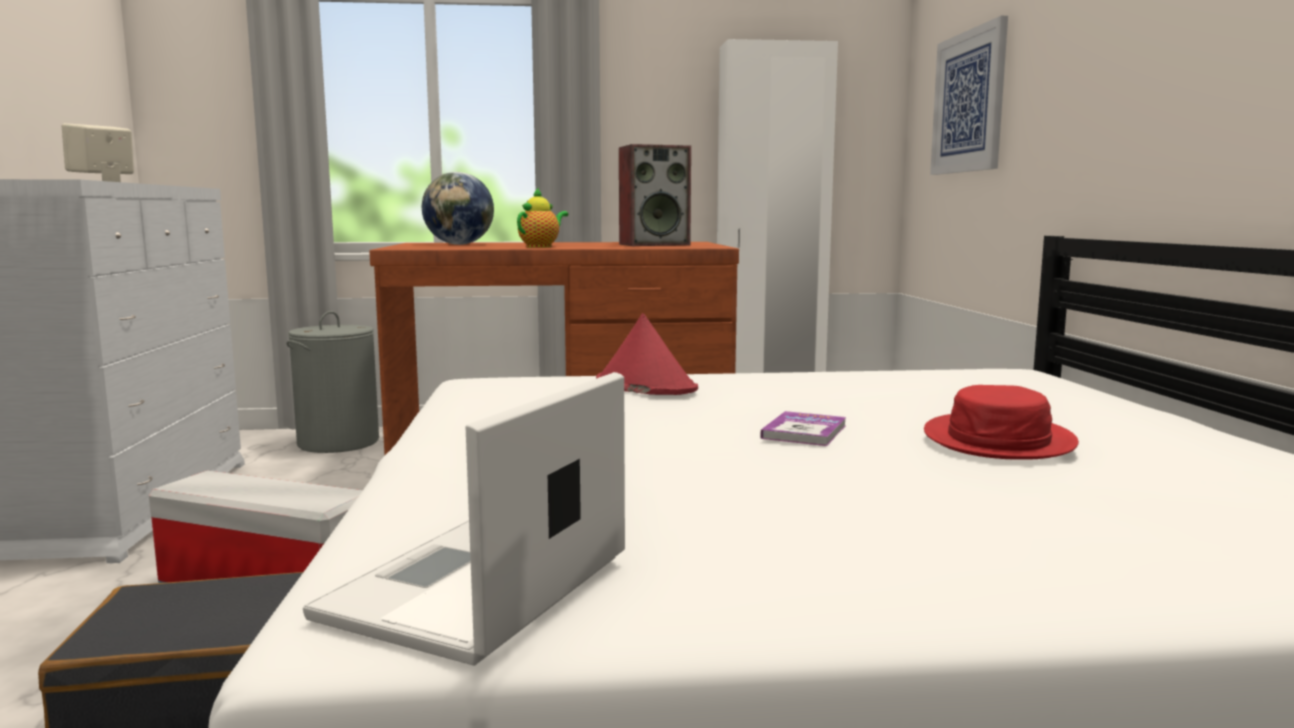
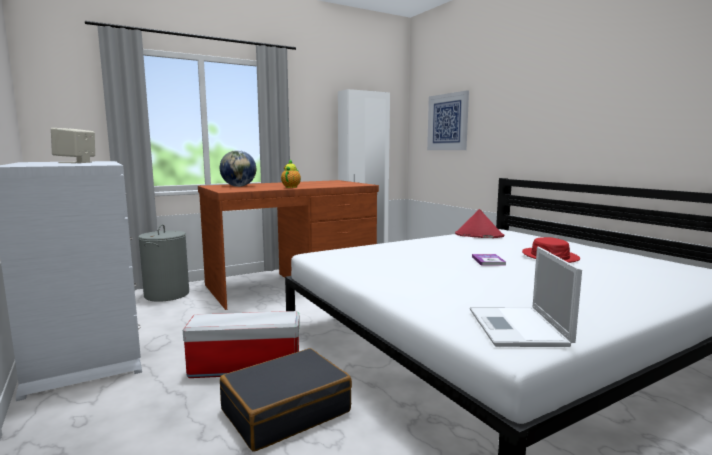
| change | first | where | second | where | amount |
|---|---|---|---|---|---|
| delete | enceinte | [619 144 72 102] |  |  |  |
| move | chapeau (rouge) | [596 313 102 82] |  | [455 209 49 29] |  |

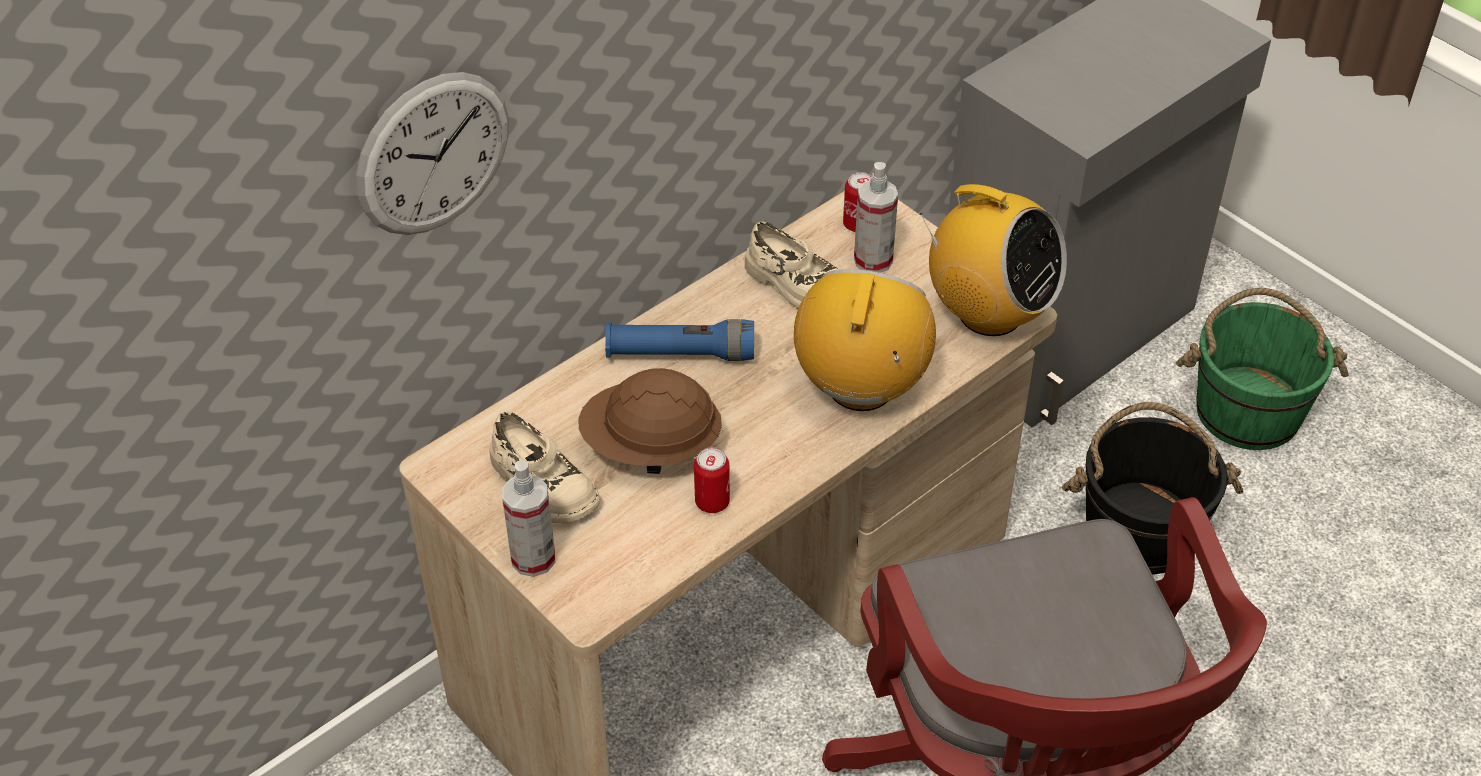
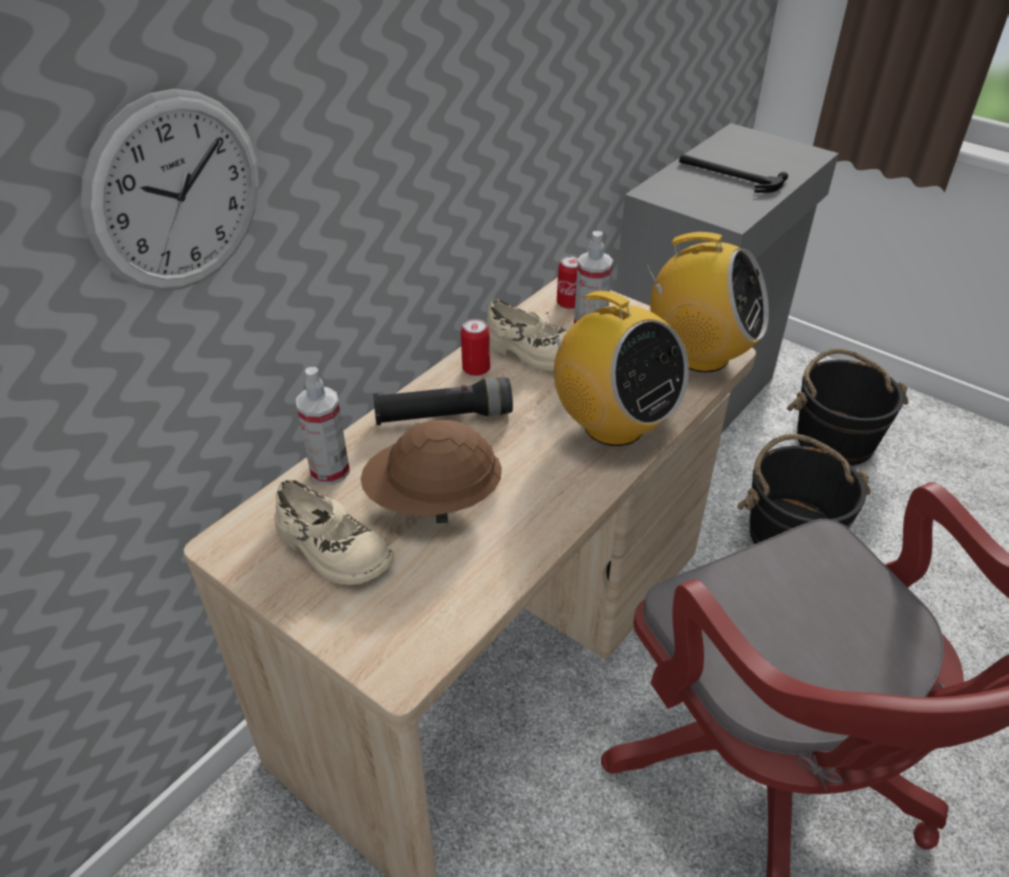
| change | first | where | second | where | amount |
|---|---|---|---|---|---|
| insert |  |  | marteau | [679 154 109 39] |  |
| move | vaporisateur | [502 460 53 117] |  | [296 367 54 118] |  |
| move | boîte métallique | [694 447 36 66] |  | [461 318 29 58] |  |
| recolor | lampe de poche (bleu) | [605 319 149 42] | lampe de poche (noir) | [373 377 140 48] |  |
| recolor | seau (vert) | [1176 288 172 162] | seau (noir) | [786 348 122 118] |  |
| rotate | radio | [794 269 142 142] |  | [546 291 143 155] | 135 degrees clockwise |

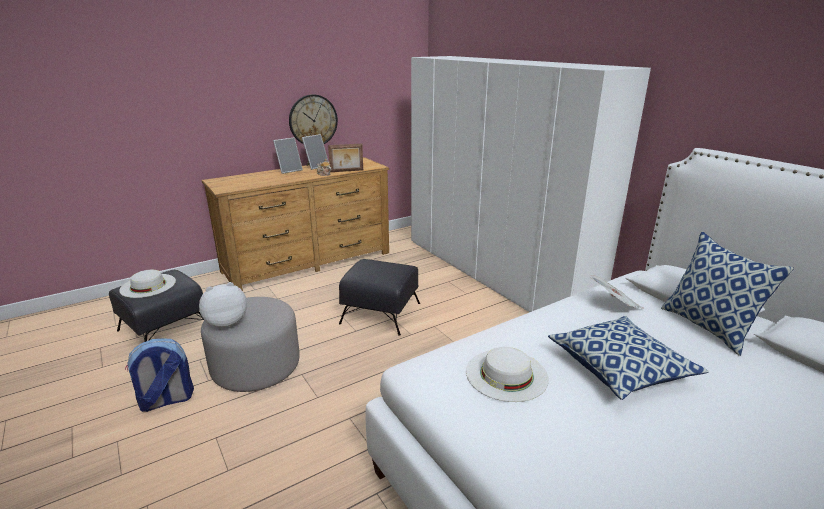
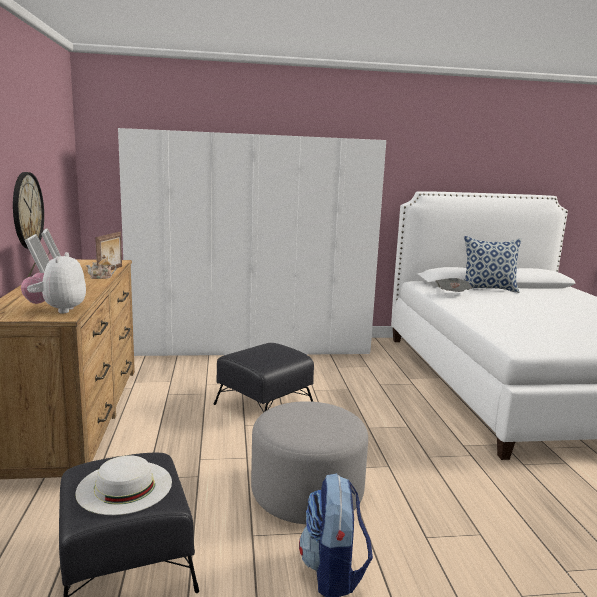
| change | first | where | second | where | amount |
|---|---|---|---|---|---|
| delete | chapeau (blanc) | [466 347 83 55] |  |  |  |
| delete | coussin | [548 316 161 84] |  |  |  |
| move | peluche | [199 282 48 47] |  | [21 252 65 62] |  |

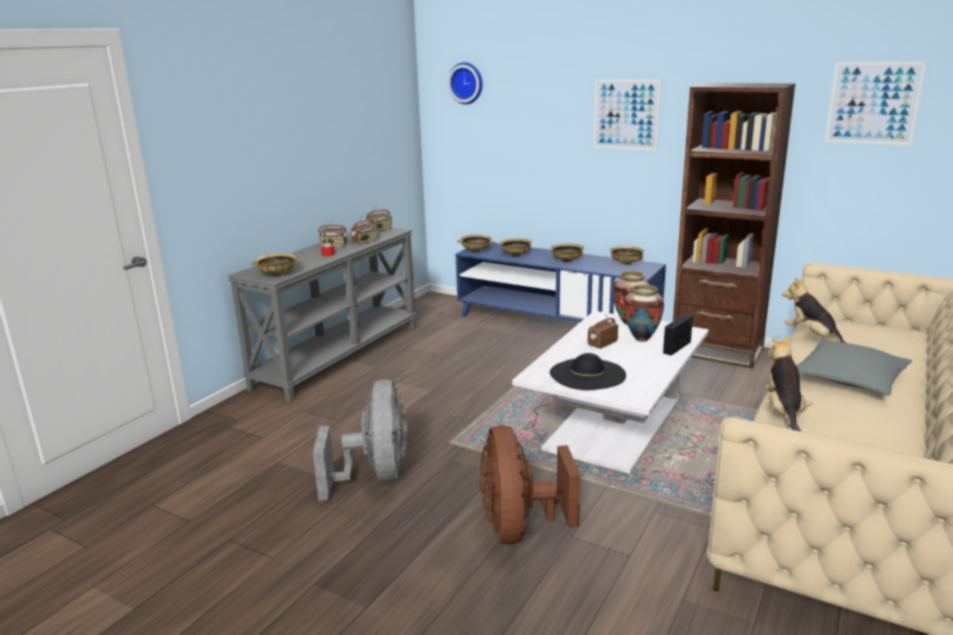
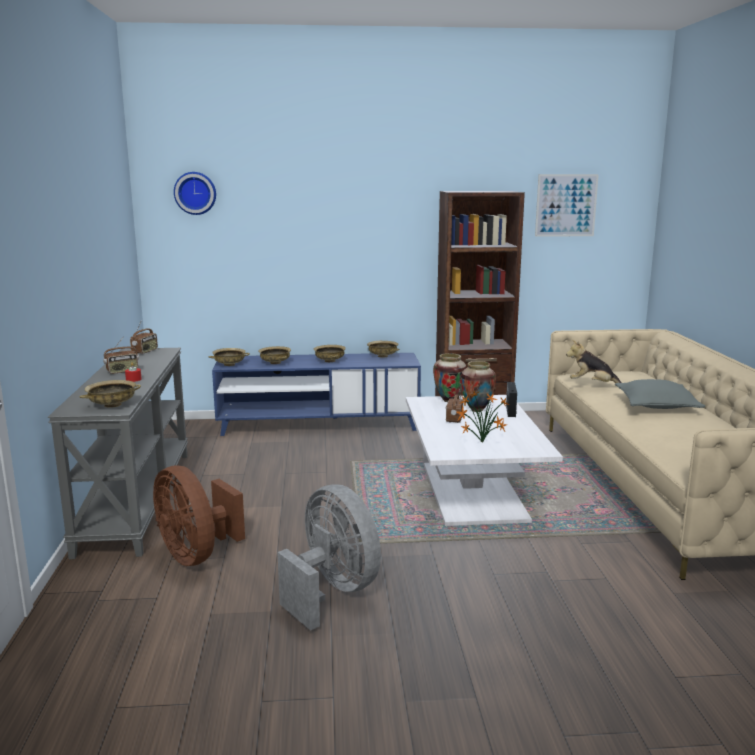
| change | first | where | second | where | amount |
|---|---|---|---|---|---|
| delete | radio | [351 212 27 32] |  |  |  |
| delete | tableau | [594 79 68 71] |  |  |  |
| delete | peluche | [766 336 46 95] |  |  |  |
| move | ventilateur (marron) | [480 425 100 119] |  | [153 465 92 101] |  |
| replace | chapeau (noir) | [550 353 76 37] | plante en pot | [457 391 52 51] |  |

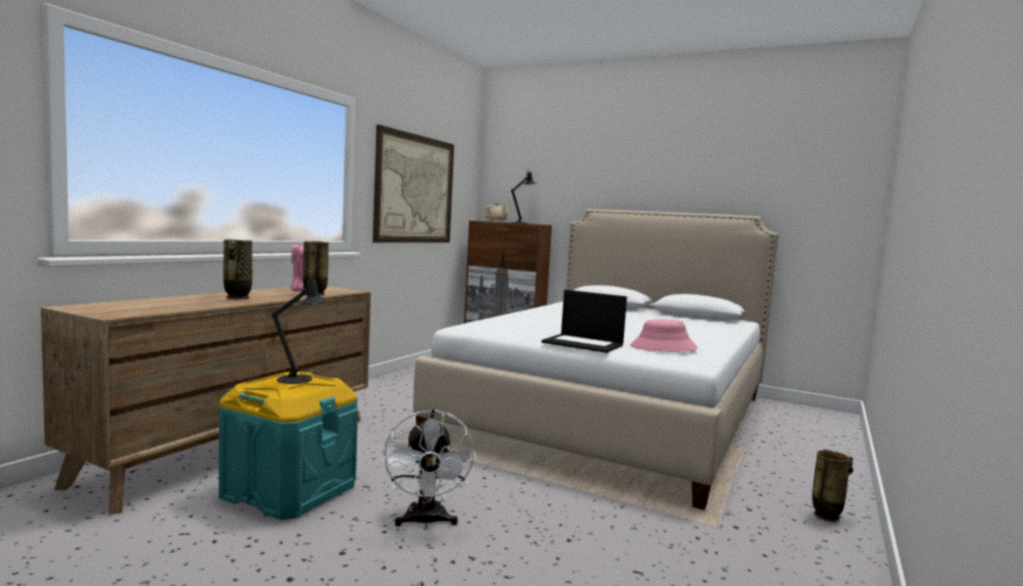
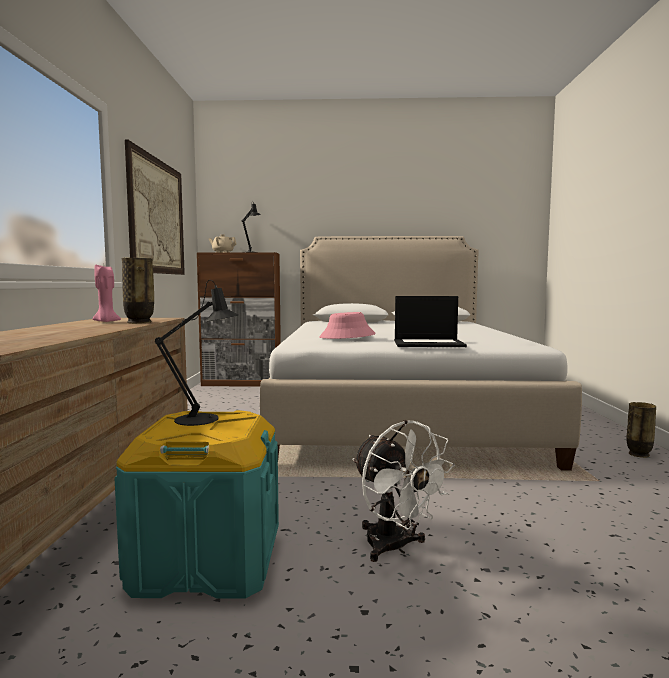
| change | first | where | second | where | amount |
|---|---|---|---|---|---|
| delete | vase | [223 239 29 60] |  |  |  |
| move | chapeau (rose) | [630 320 68 32] |  | [319 312 57 27] |  |

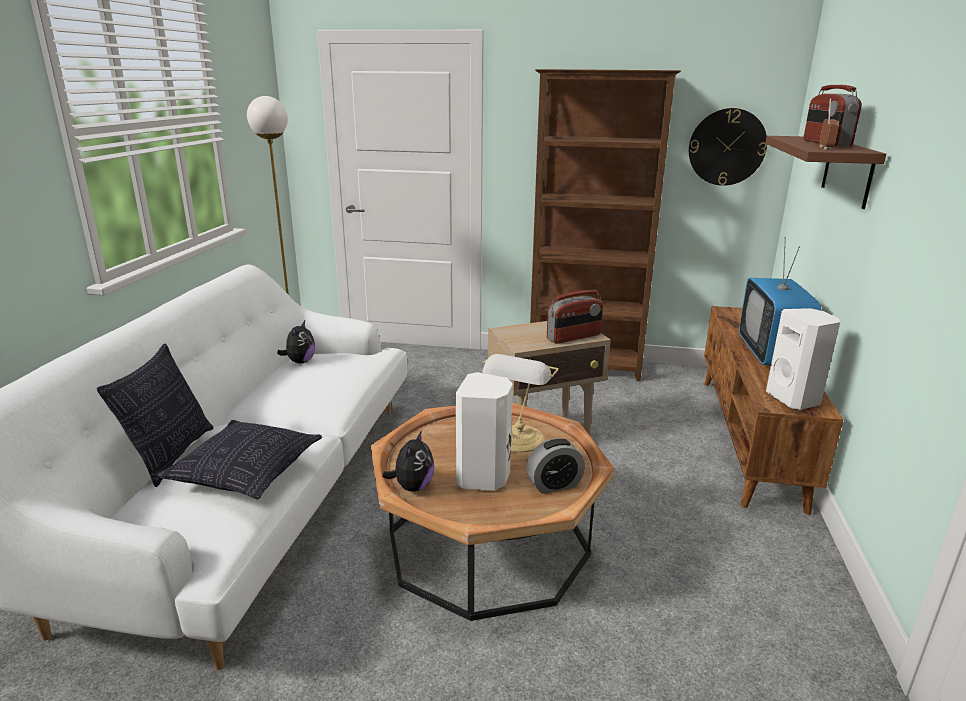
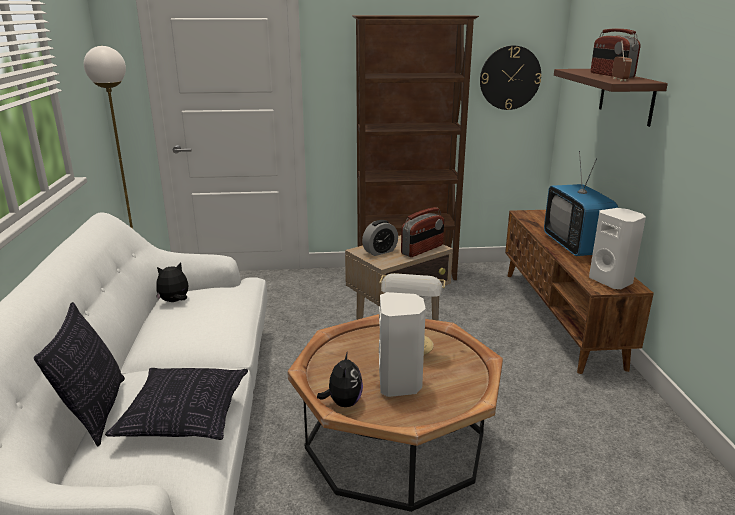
| change | first | where | second | where | amount |
|---|---|---|---|---|---|
| move | réveil | [526 438 59 56] |  | [362 220 36 36] |  |
| rotate | peluche | [277 321 38 43] |  | [156 262 32 40] | 120 degrees counterclockwise |

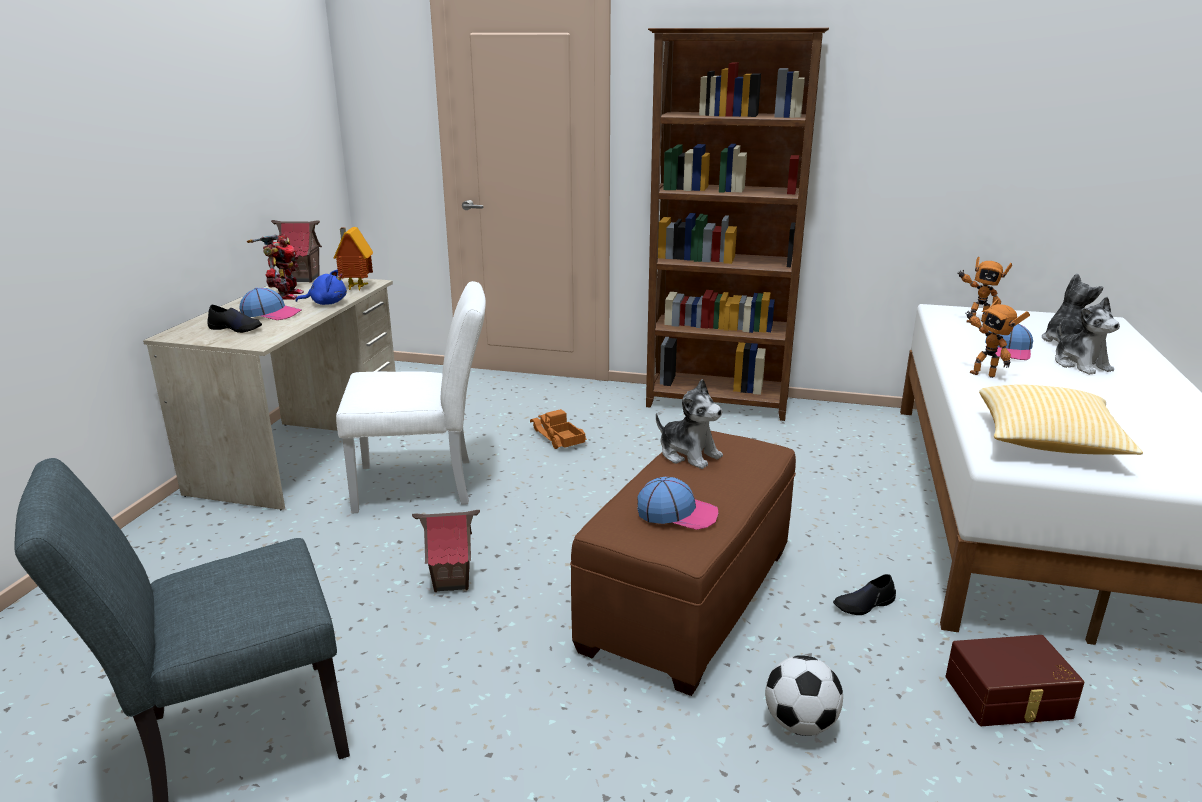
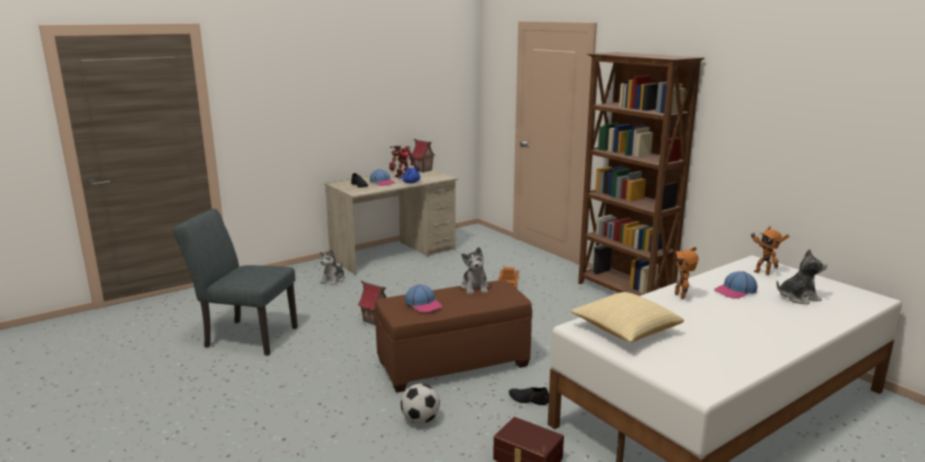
| change | first | where | second | where | amount |
|---|---|---|---|---|---|
| delete | maison miniature | [334 227 39 64] |  |  |  |
| delete | chaise (blanc) | [336 281 150 233] |  |  |  |
| move | peluche | [1055 297 65 78] |  | [320 249 25 36] |  |

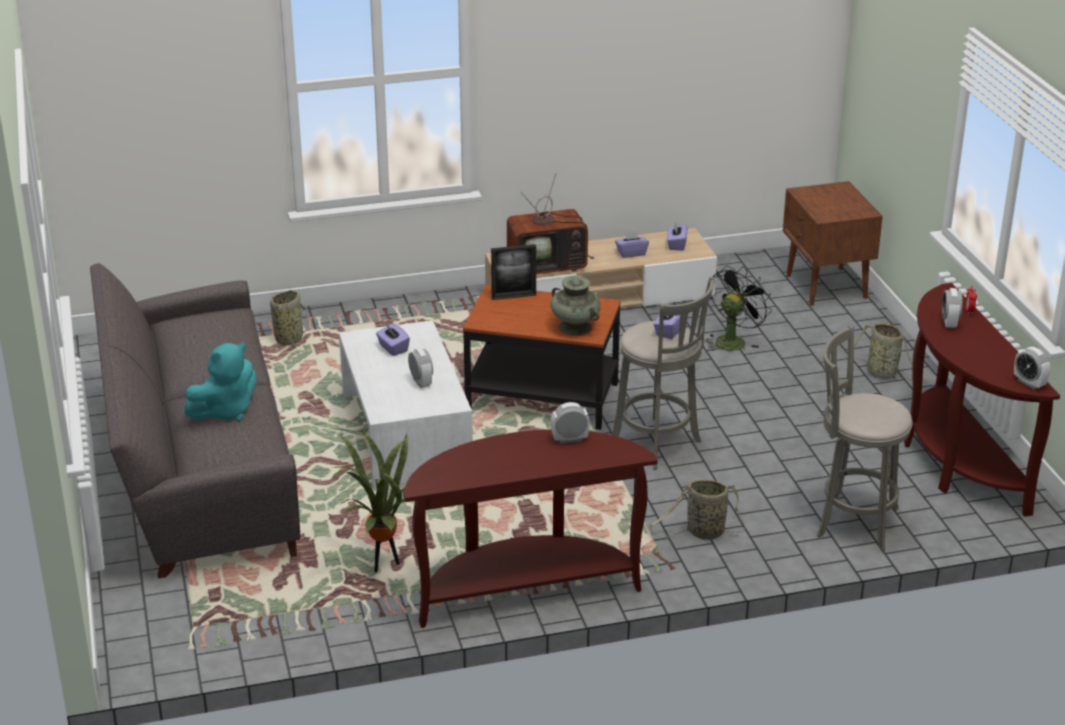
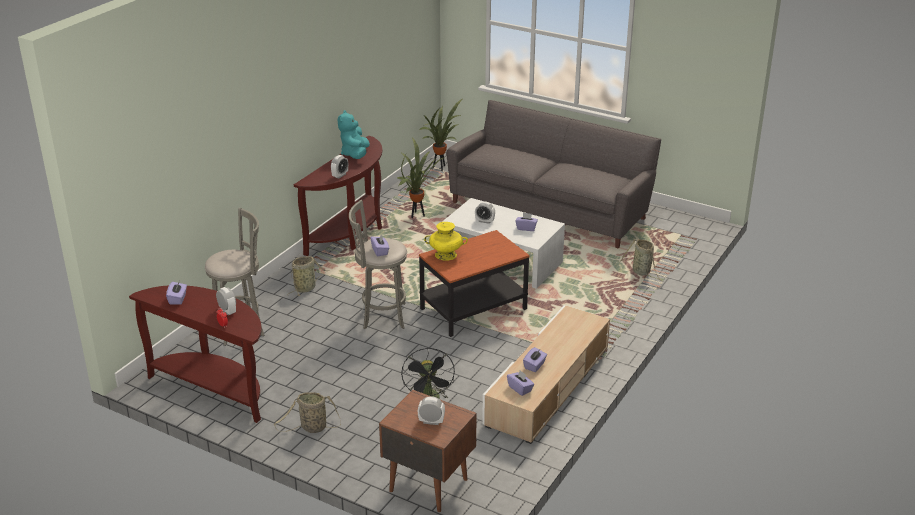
| change | first | where | second | where | amount |
|---|---|---|---|---|---|
| delete | cadre photo | [491 244 45 56] |  |  |  |
| delete | téléviseur | [507 173 88 101] |  |  |  |
| insert |  |  | boîte à mouchoirs (violet) | [166 281 21 24] |  |
| insert |  |  | plante en pot | [419 99 43 72] |  |
| move | peluche (turquoise) | [185 343 72 78] |  | [338 110 32 49] |  |
| move | réveil | [1014 347 36 42] |  | [418 396 27 29] |  |
| recolor | vase (turquoise) | [551 276 50 60] | vase (jaune) | [424 222 44 39] |  |

